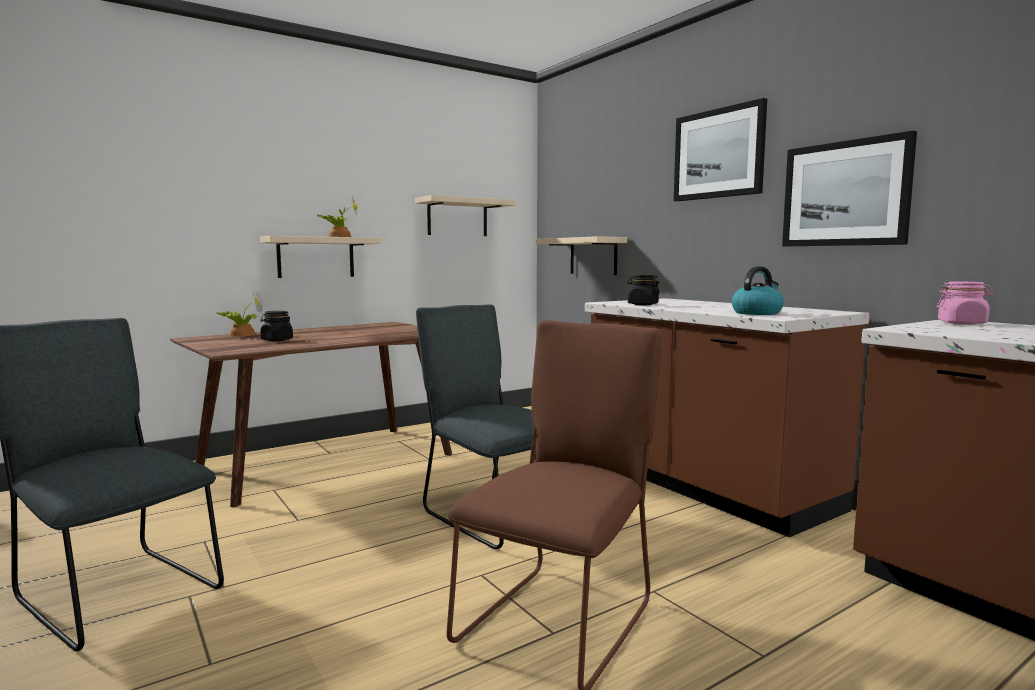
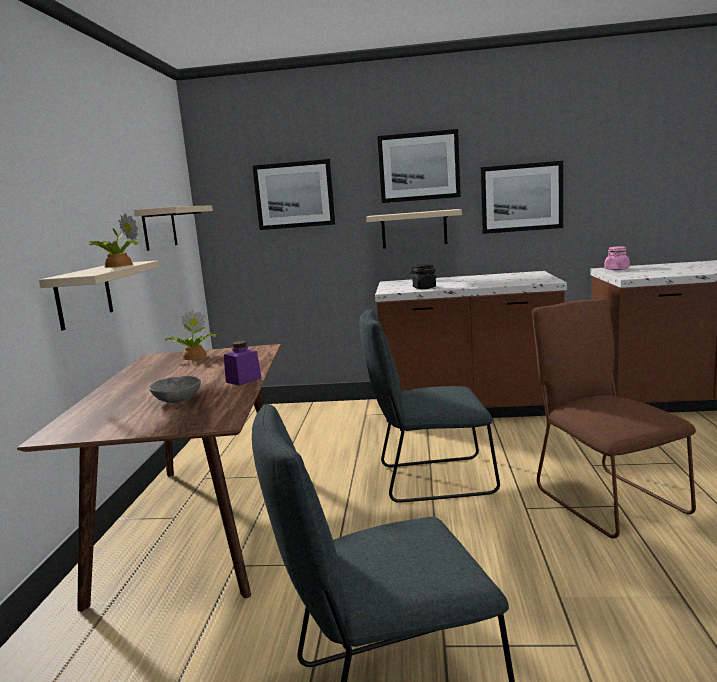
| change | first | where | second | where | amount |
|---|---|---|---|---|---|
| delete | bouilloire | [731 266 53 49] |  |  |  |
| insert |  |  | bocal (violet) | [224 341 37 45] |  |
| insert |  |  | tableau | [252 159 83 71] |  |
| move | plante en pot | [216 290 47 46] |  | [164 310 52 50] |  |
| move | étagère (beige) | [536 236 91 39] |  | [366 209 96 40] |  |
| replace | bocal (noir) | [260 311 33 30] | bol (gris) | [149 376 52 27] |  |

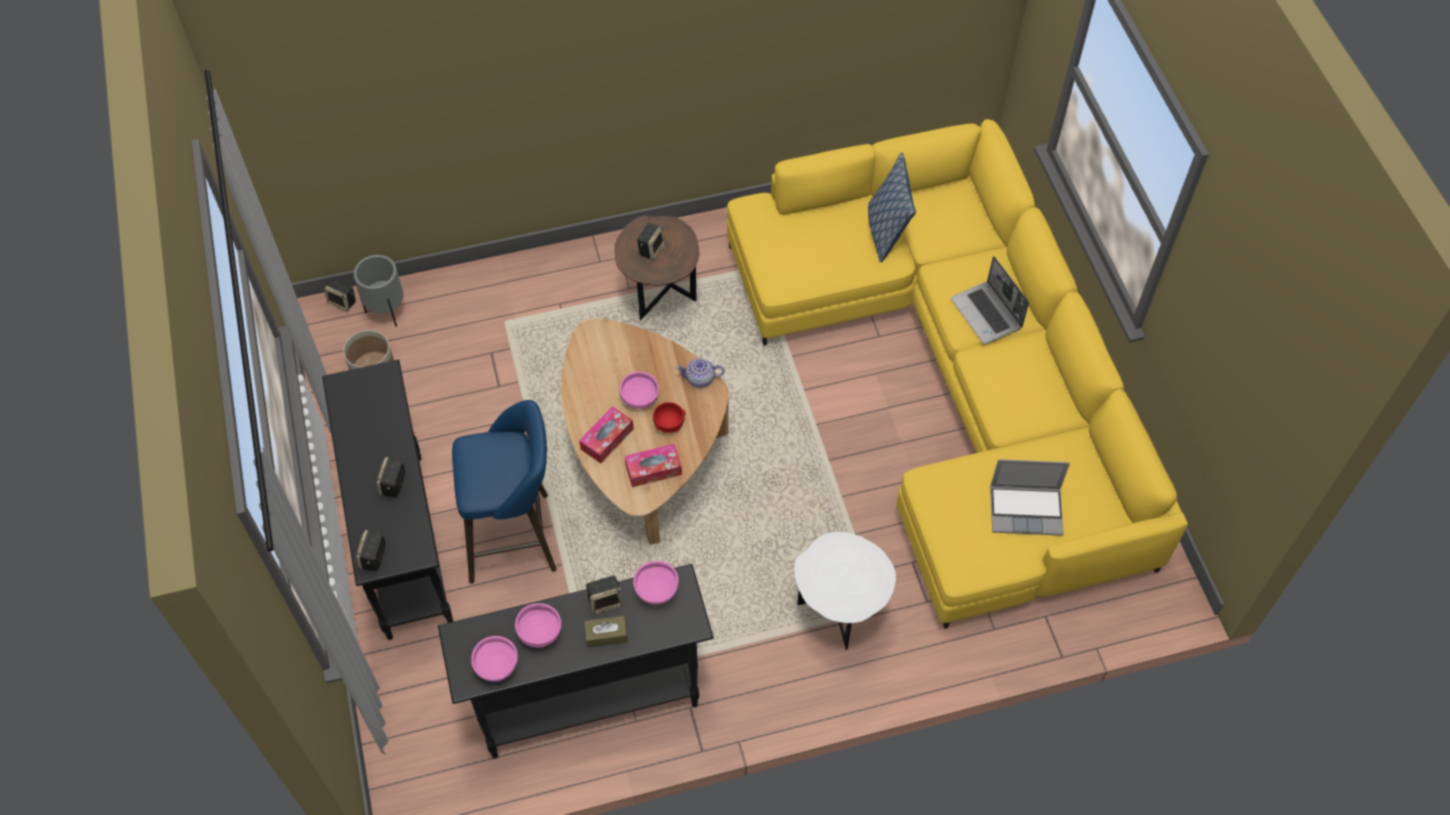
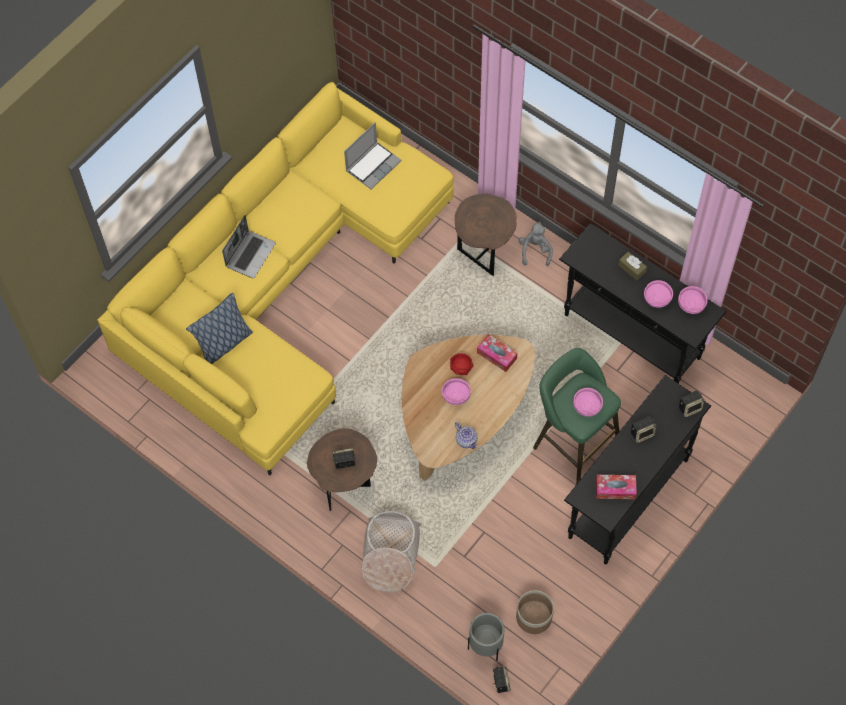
| change | first | where | second | where | amount |
|---|---|---|---|---|---|
| delete | enceinte | [586 576 37 38] |  |  |  |
| insert |  |  | panier | [362 511 59 81] |  |
| insert |  |  | peluche (gris) | [518 222 35 44] |  |
| move | boîte à mouchoirs | [579 406 55 57] |  | [596 475 41 24] |  |
| move | bol (rose) | [633 561 46 44] |  | [573 388 30 29] |  |
| move | théière | [676 358 49 30] |  | [455 422 23 27] |  |
| recolor | tabouret (bleu) | [452 400 105 184] | tabouret (vert) | [533 348 88 137] |  |
| recolor | table d'appoint (blanc) | [794 532 102 118] | table d'appoint (marron) | [455 194 62 82] |  |
| rotate | ordinateur portable | [990 459 80 77] |  | [344 122 58 67] | 75 degrees clockwise |

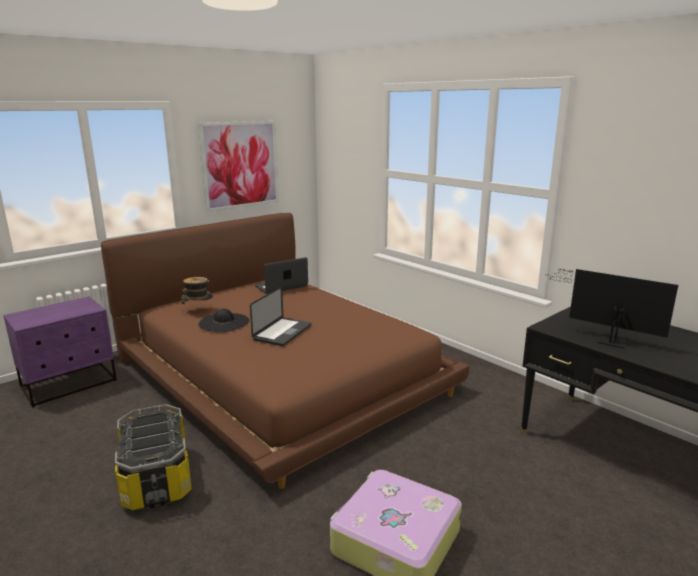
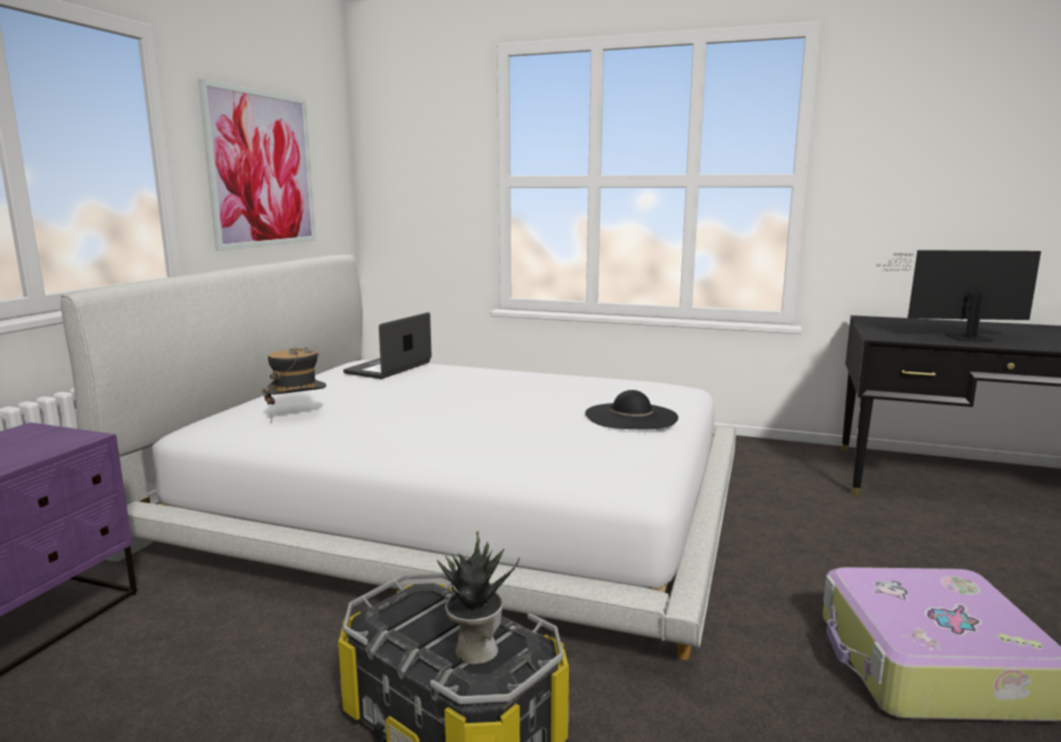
| change | first | where | second | where | amount |
|---|---|---|---|---|---|
| delete | ordinateur portable | [250 287 62 59] |  |  |  |
| insert |  |  | plante en pot | [437 531 83 133] |  |
| move | chapeau (noir) | [198 309 51 23] |  | [585 390 93 39] |  |
| recolor | lit (marron) | [101 213 369 276] | lit (blanc) | [60 254 676 406] |  |

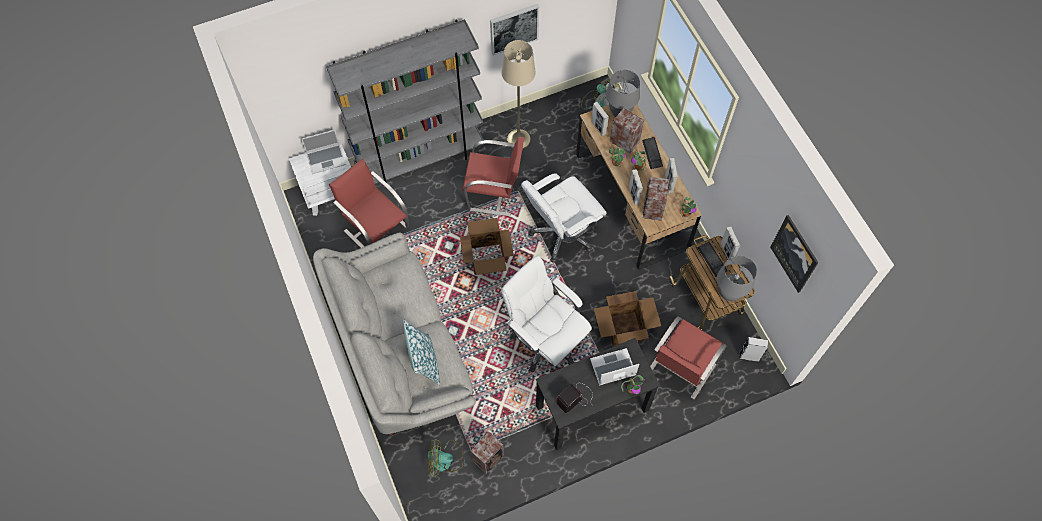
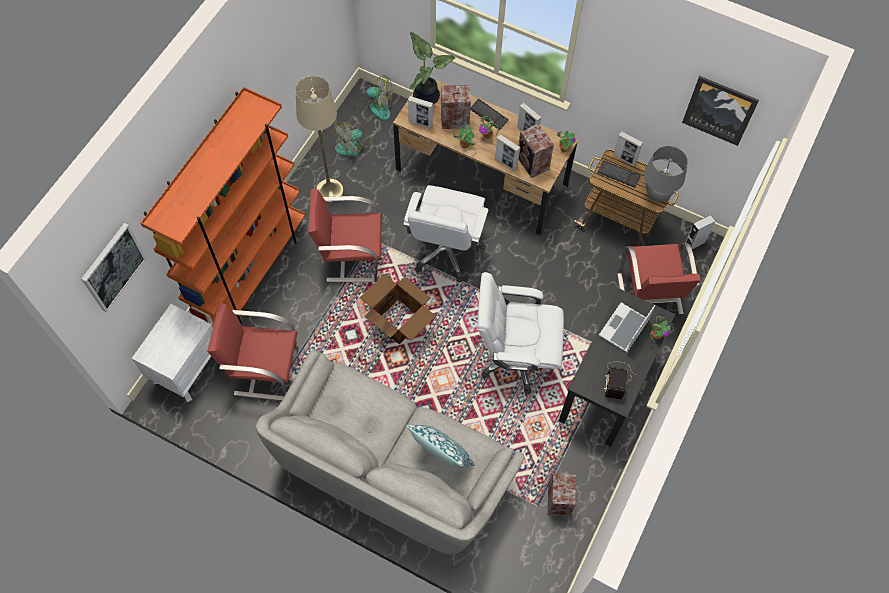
| change | first | where | second | where | amount |
|---|---|---|---|---|---|
| delete | ordinateur portable | [301 130 45 44] |  |  |  |
| delete | carton | [594 291 67 56] |  |  |  |
| move | ventilateur | [428 439 36 38] |  | [334 122 37 34] |  |
| move | tableau | [490 4 49 52] |  | [81 223 65 89] |  |
| replace | lampe de table (gris) | [606 70 34 47] | plante en pot | [410 32 45 72] |  |
| recolor | bibliothèque (gris) | [326 19 158 170] | bibliothèque (orange) | [140 87 166 240] |  |
| rotate | chaise (rouge) | [462 137 62 79] |  | [308 188 74 94] | 150 degrees counterclockwise |

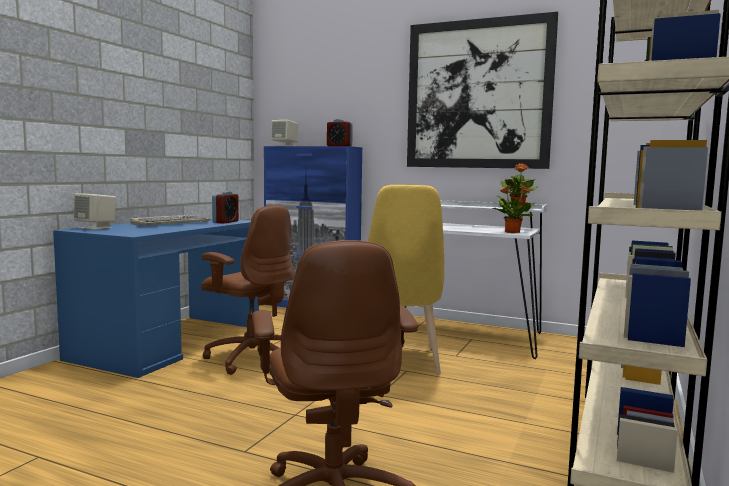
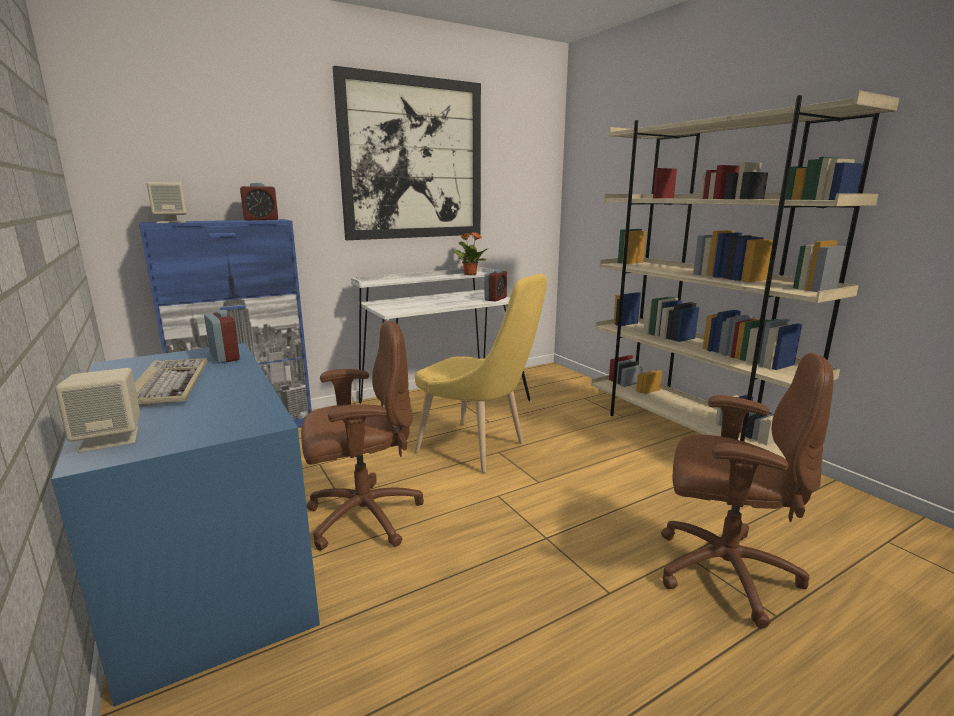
| change | first | where | second | where | amount |
|---|---|---|---|---|---|
| replace | plante en pot | [493 185 43 48] | réveil | [484 269 23 33] |  |

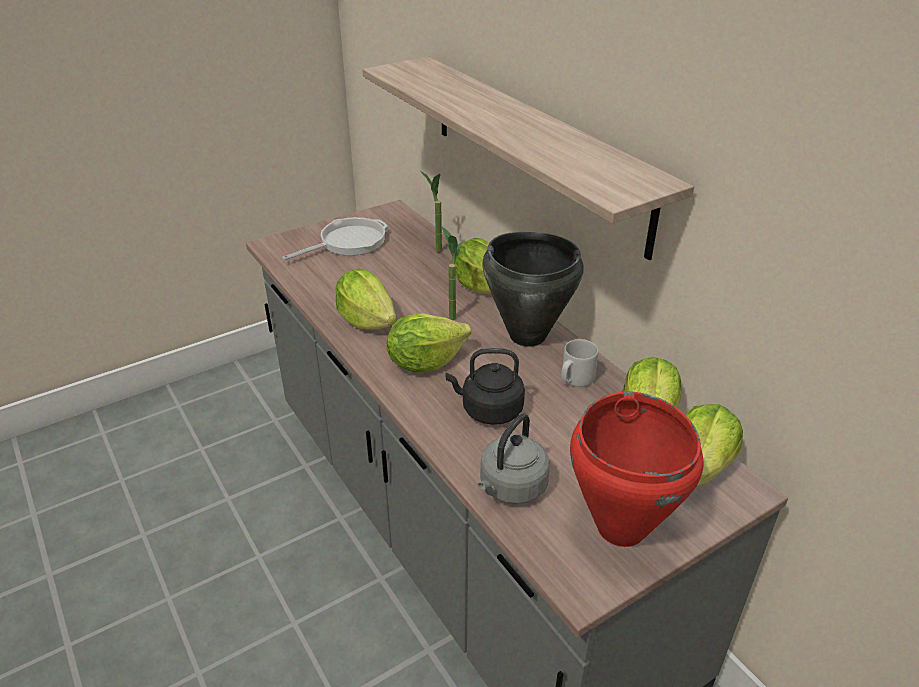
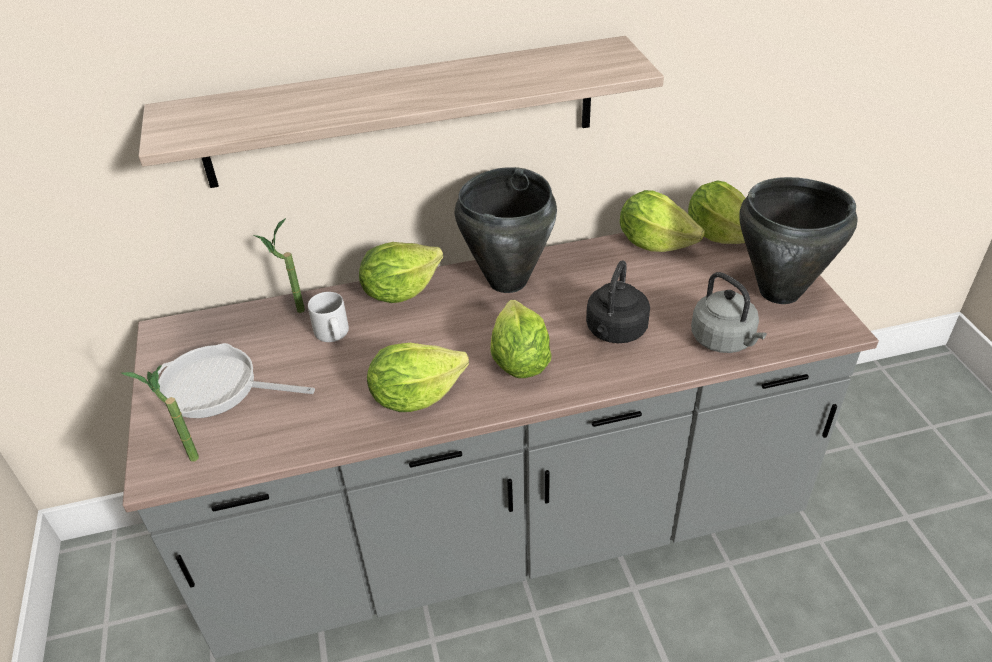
| change | first | where | second | where | amount |
|---|---|---|---|---|---|
| move | plante en pot | [442 226 20 94] |  | [121 365 78 97] |  |
| move | mug (gris) | [561 339 37 48] |  | [308 292 41 50] |  |
| recolor | marmite (rouge) | [570 391 134 156] | marmite (noir) | [739 177 119 127] |  |
| rotate | poêle | [282 217 106 43] |  | [158 343 157 75] | 60 degrees counterclockwise |

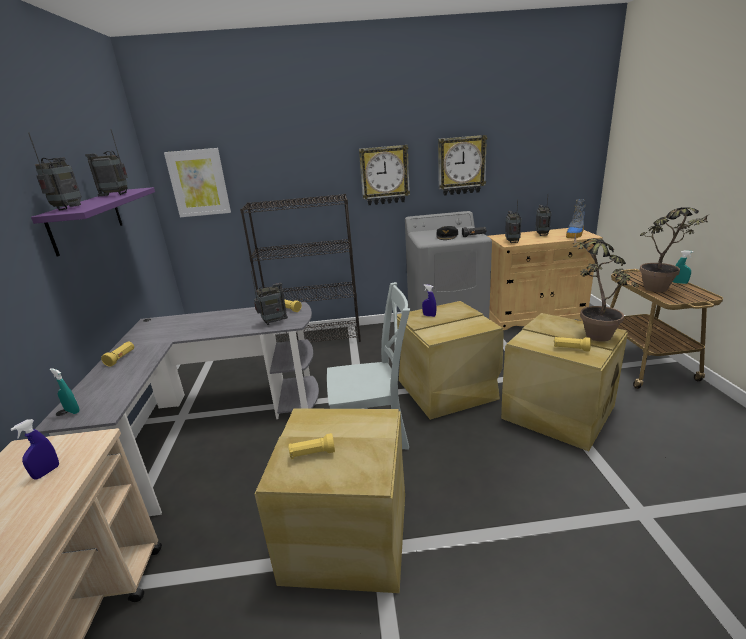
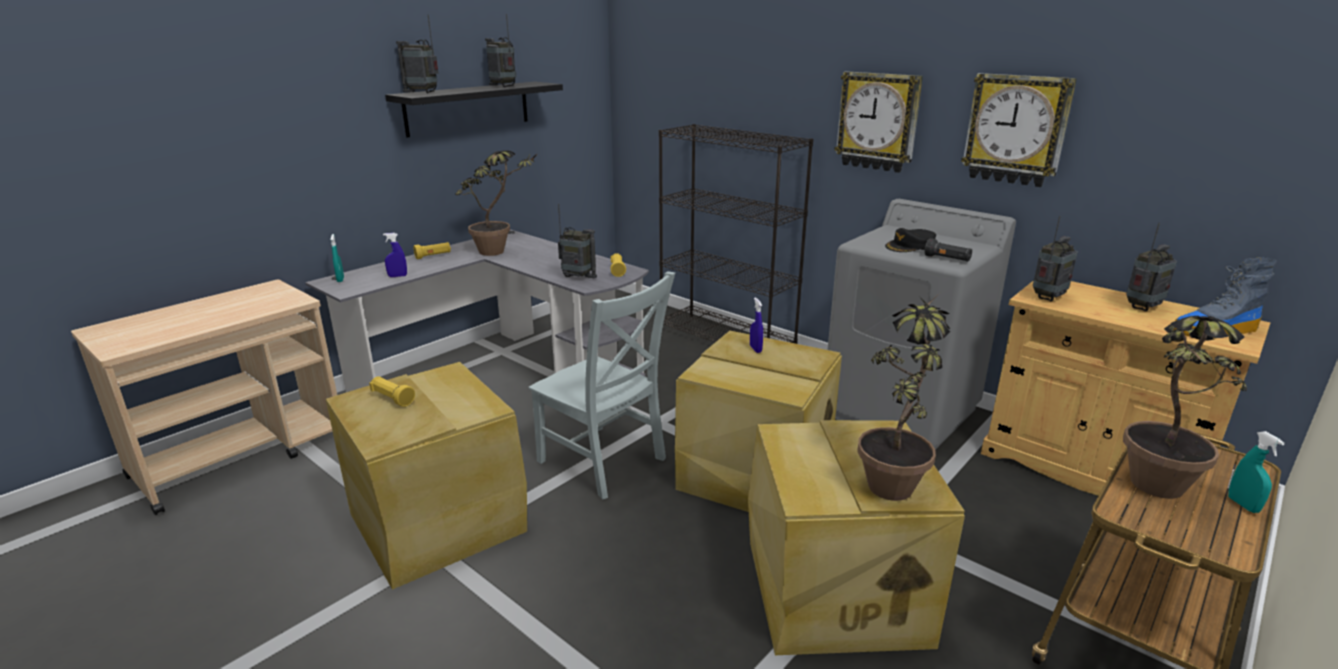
| change | first | where | second | where | amount |
|---|---|---|---|---|---|
| delete | tableau | [164 148 67 69] |  |  |  |
| delete | lampe de poche (jaune) | [554 337 37 15] |  |  |  |
| insert |  |  | plante en pot | [455 150 83 106] |  |
| move | vaporisateur (bleu) | [10 419 49 61] |  | [383 233 24 44] |  |
| recolor | étagère (violet) | [31 187 124 70] | étagère (noir) | [385 82 178 55] |  |
| rotate | radio | [28 132 54 78] |  | [396 14 42 80] | 135 degrees counterclockwise |

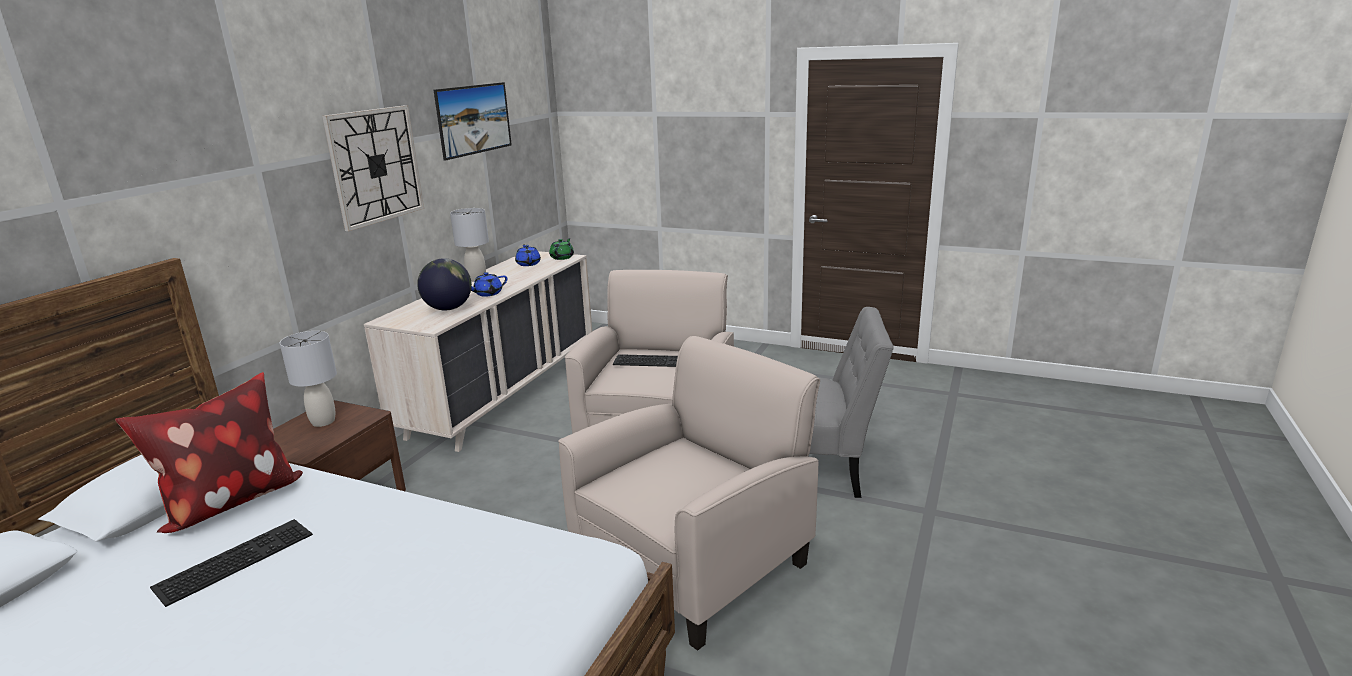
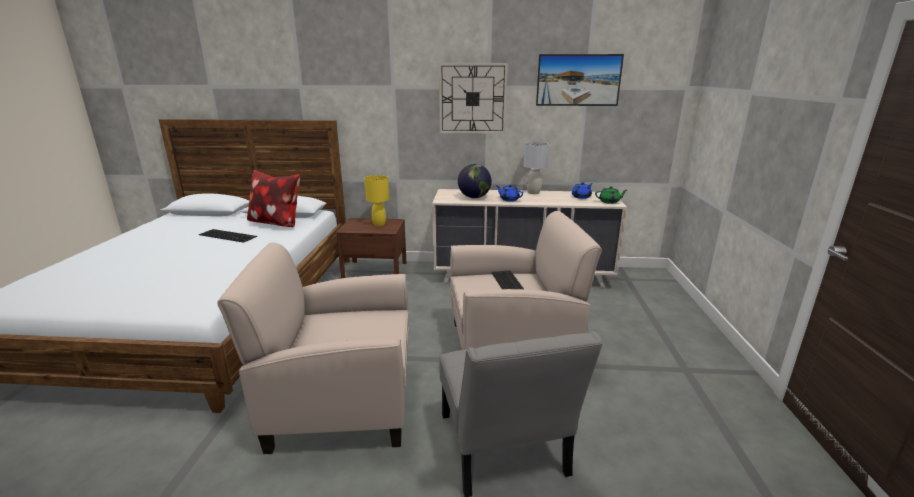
| change | first | where | second | where | amount |
|---|---|---|---|---|---|
| recolor | lampe de table (gris) | [280 331 57 96] | lampe de table (jaune) | [364 175 25 51] |  |
| rotate | fauteuil (beige) | [558 336 262 314] |  | [217 242 192 212] | 150 degrees clockwise |

